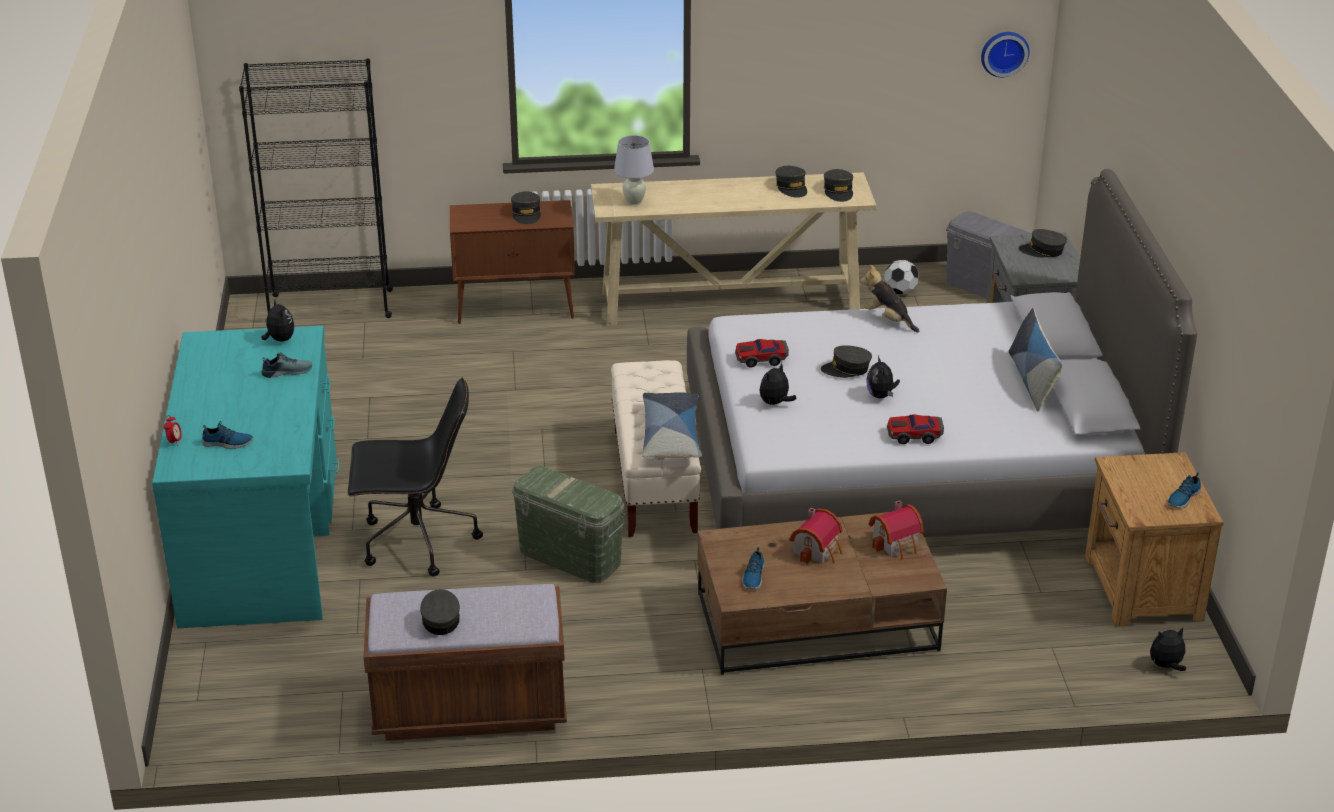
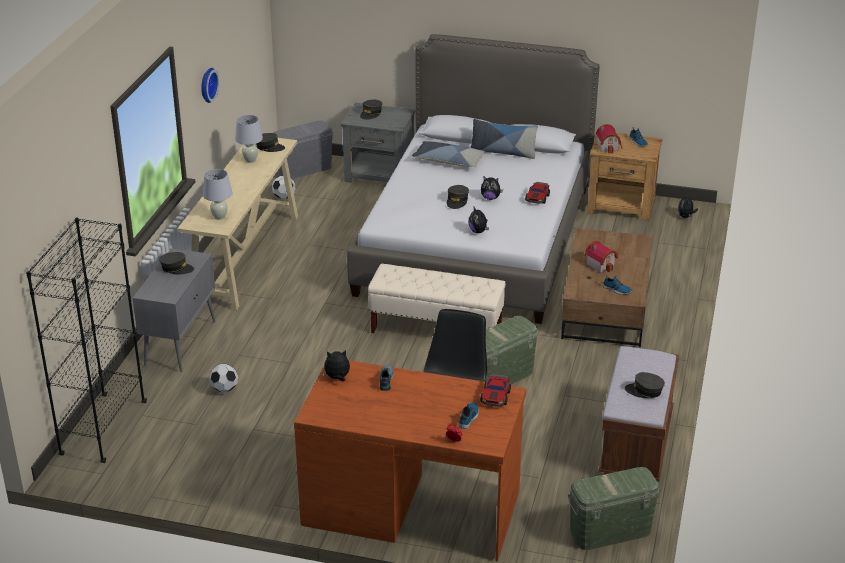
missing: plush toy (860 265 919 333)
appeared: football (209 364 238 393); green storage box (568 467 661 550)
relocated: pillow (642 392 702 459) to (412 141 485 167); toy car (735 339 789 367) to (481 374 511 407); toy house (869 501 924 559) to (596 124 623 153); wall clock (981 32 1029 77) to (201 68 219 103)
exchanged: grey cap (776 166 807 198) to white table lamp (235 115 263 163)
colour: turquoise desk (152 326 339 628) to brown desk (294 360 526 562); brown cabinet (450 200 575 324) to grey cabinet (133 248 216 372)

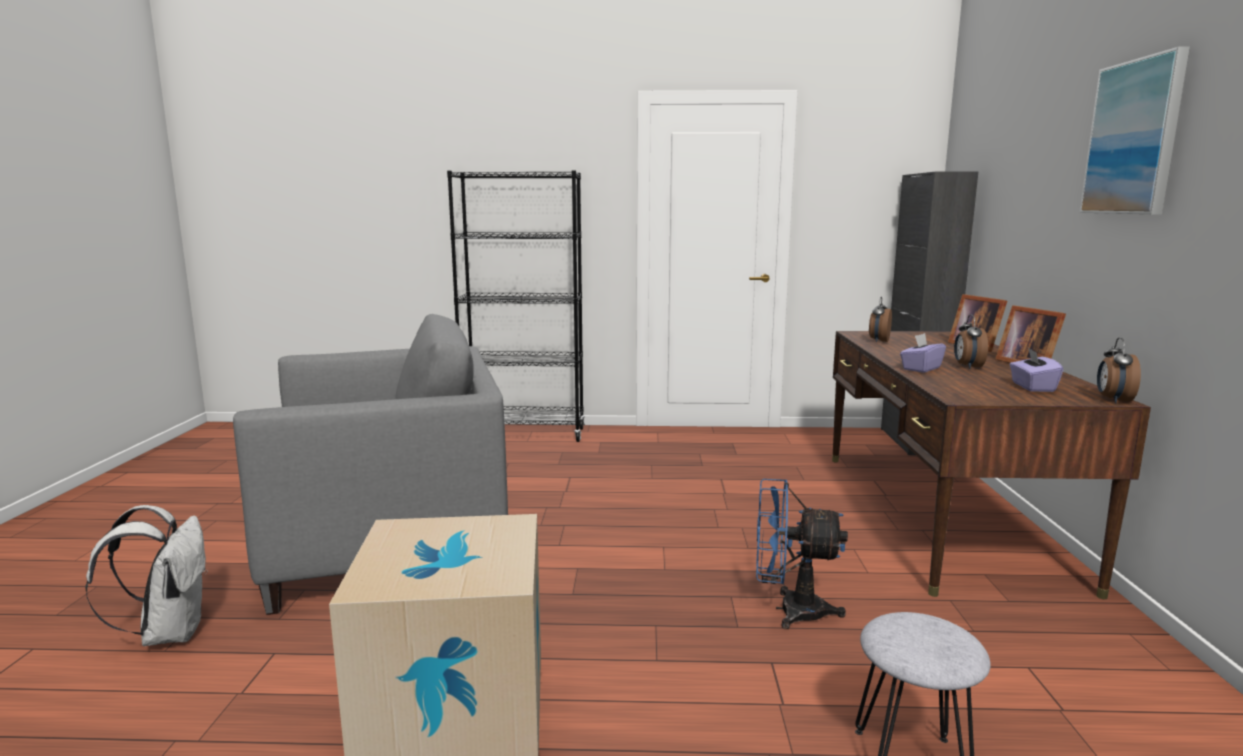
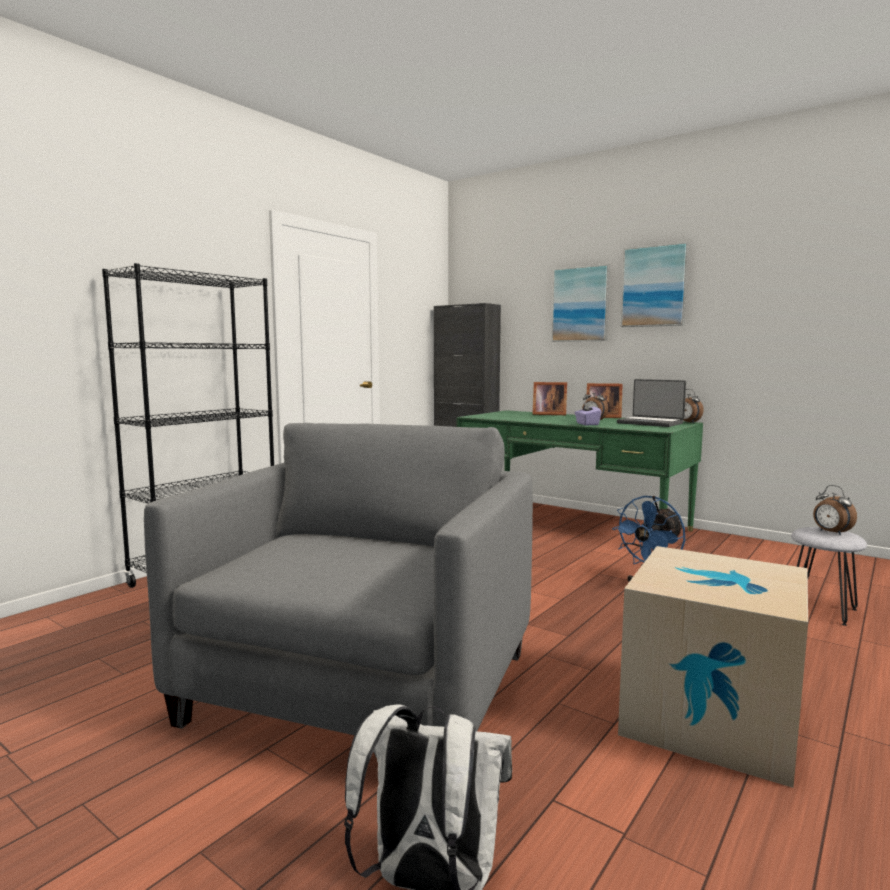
appeared: picture (551 264 610 342)
relocated: alarm clock (869 297 892 342) to (813 485 857 535)
exchanged: purple tissue box (1010 348 1063 392) to laptop (617 379 686 427)
colour: brown desk (832 331 1151 599) to green desk (456 410 703 531)

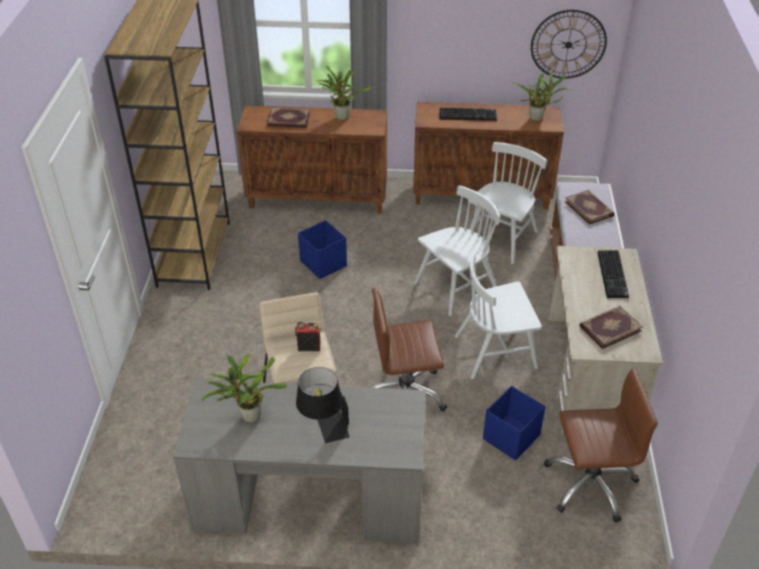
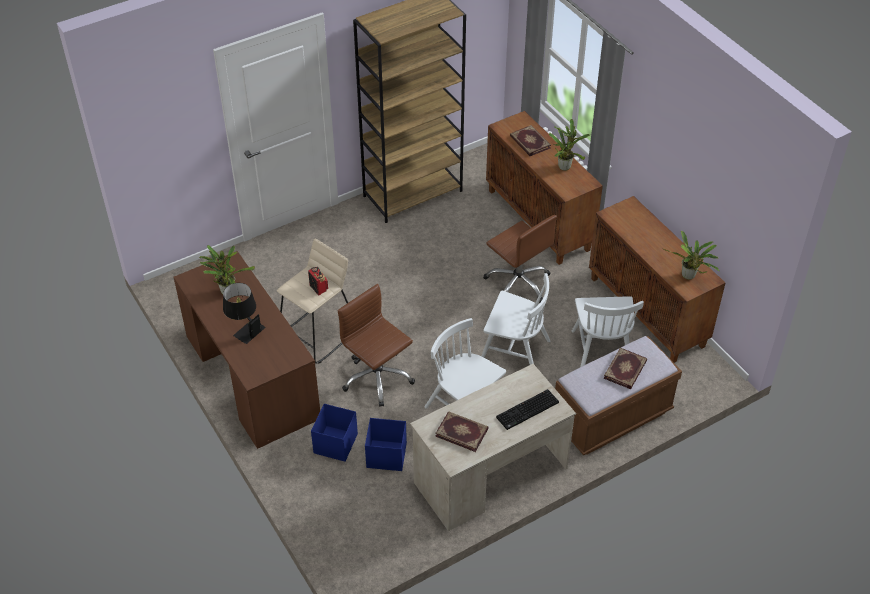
missing: keyboard (440 108 497 121); wall clock (531 9 607 79)
relocated: blue storage box (298 220 347 279) to (311 404 358 462); brown office chair (544 368 658 523) to (483 215 557 303)
colour: grey desk (173 379 426 544) to brown desk (174 251 320 449)
spun: white chair (468 142 547 264) = (572 296 644 367) 90 degrees clockwise

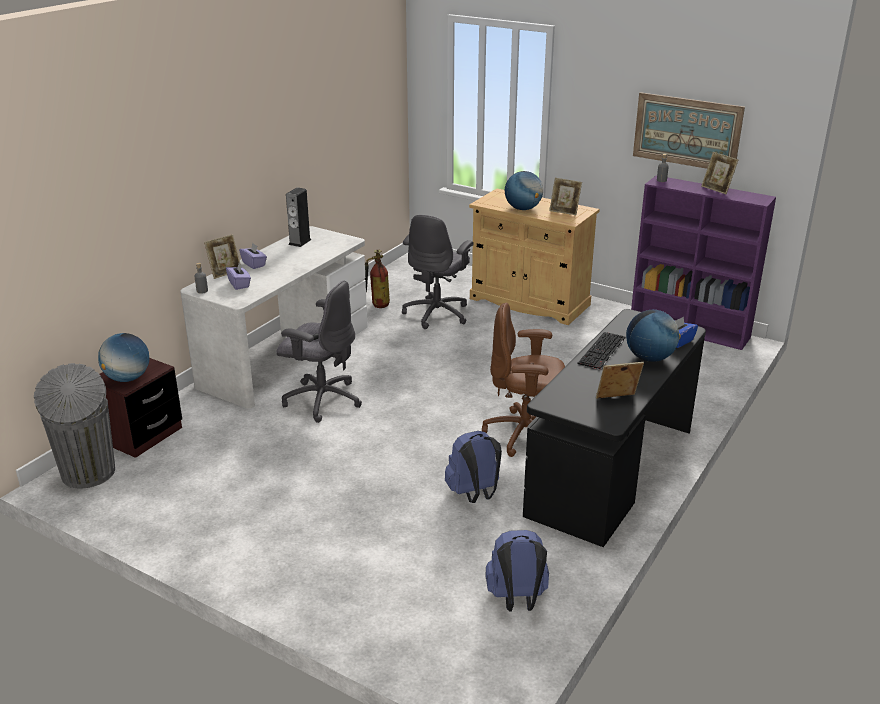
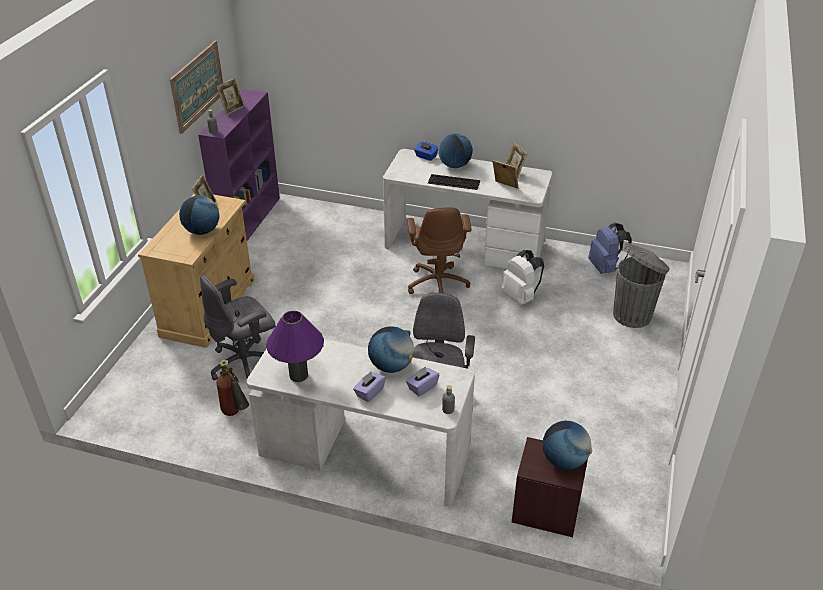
appeared: globe (368 326 414 373)
relocated: grey trash can (34 363 115 489) to (613 243 670 328); picture frame (204 234 240 279) to (492 160 518 189)
exchanged: speaker (286 187 312 247) to purple table lamp (266 311 324 382)
colour: blue backpack (445 431 502 503) to white backpack (501 250 544 305); black desk (523 309 706 547) to white desk (383 149 552 273)
spun: grey office chair (402 215 474 329) = (200 275 275 380) 135 degrees clockwise

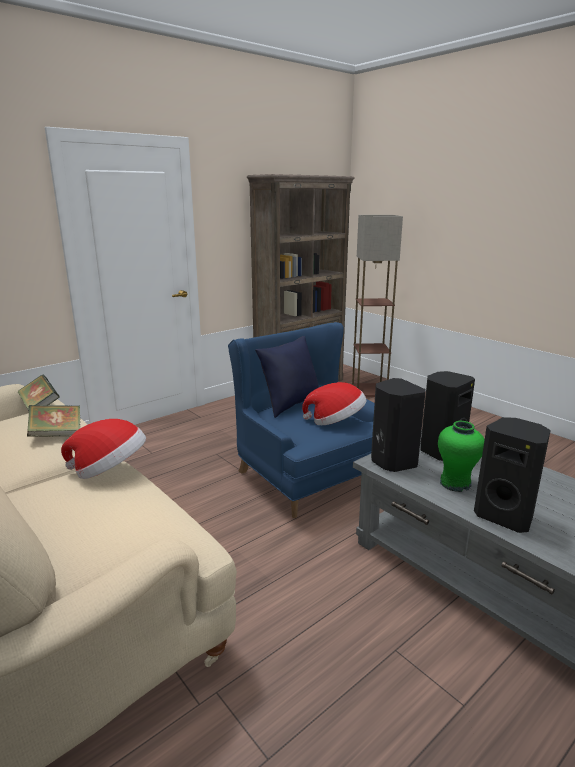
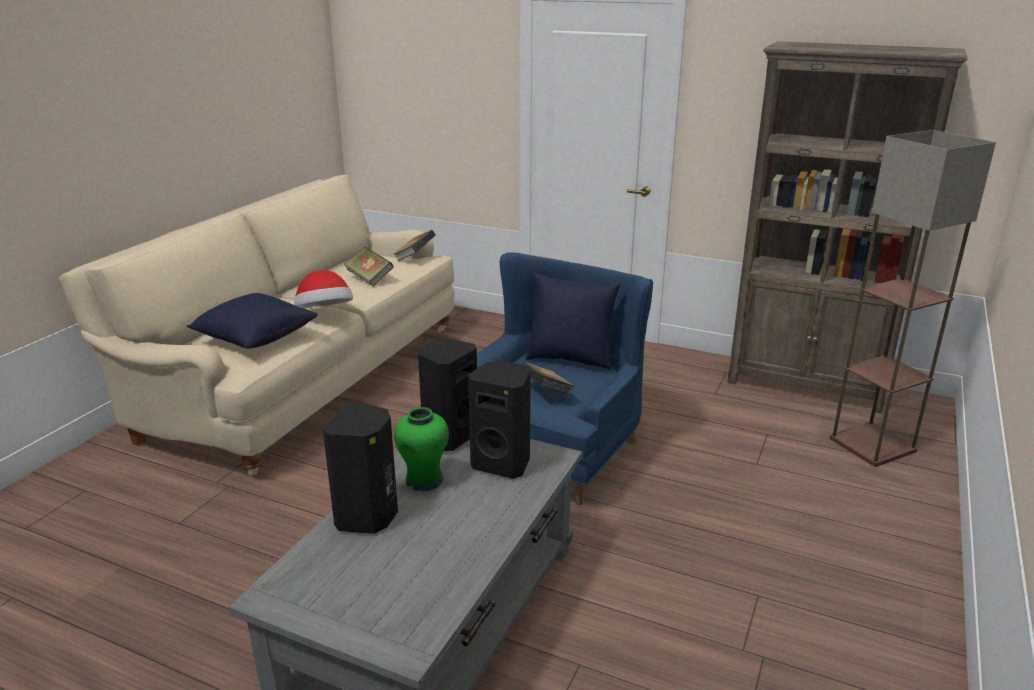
appeared: blue pillow (187 293 318 349)
exchanged: hat (302 382 367 425) to book (522 362 576 395)

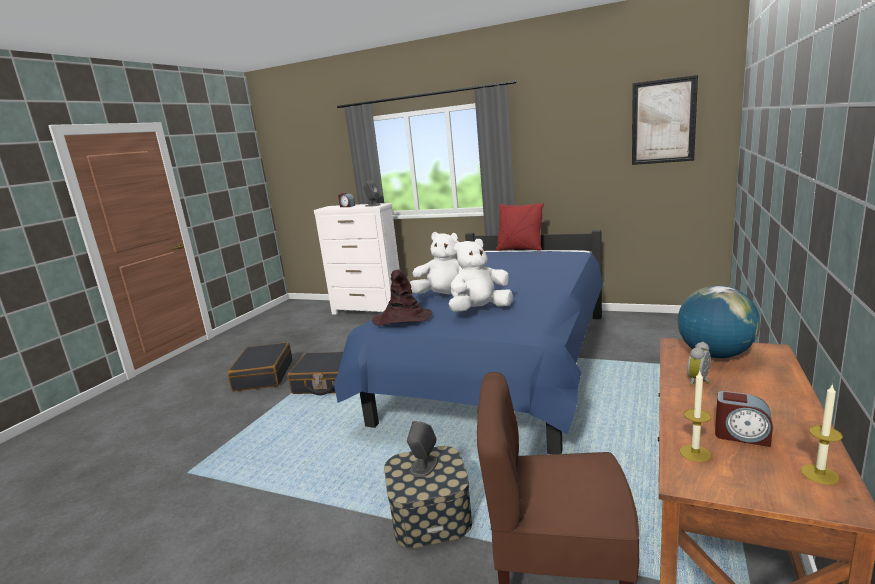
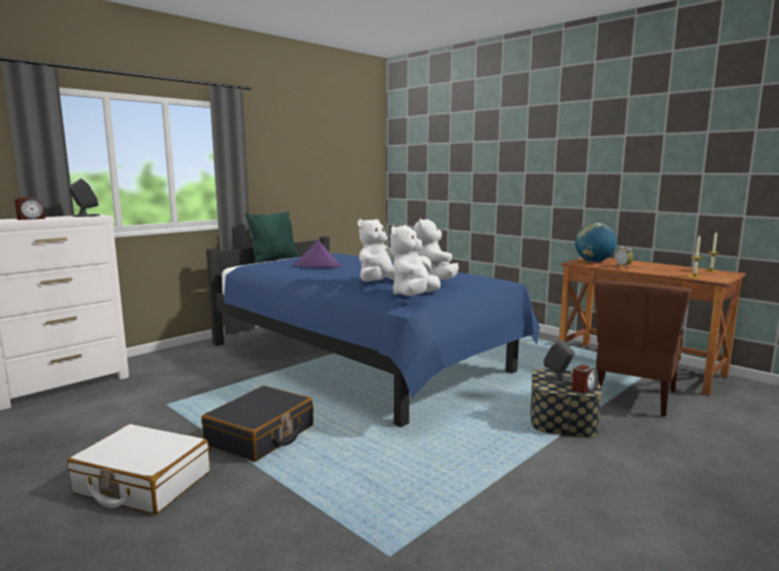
missing: picture (632 75 698 165)
appeared: purple hat (294 240 341 268)
relocated: alarm clock (715 391 773 447) to (572 365 598 393)
exchanged: brown hat (372 269 433 326) to white plush toy (390 225 441 296)
colour: black suitcase (228 342 292 391) to white suitcase (67 424 210 515); red pillow (496 203 544 251) to green pillow (245 211 299 263)

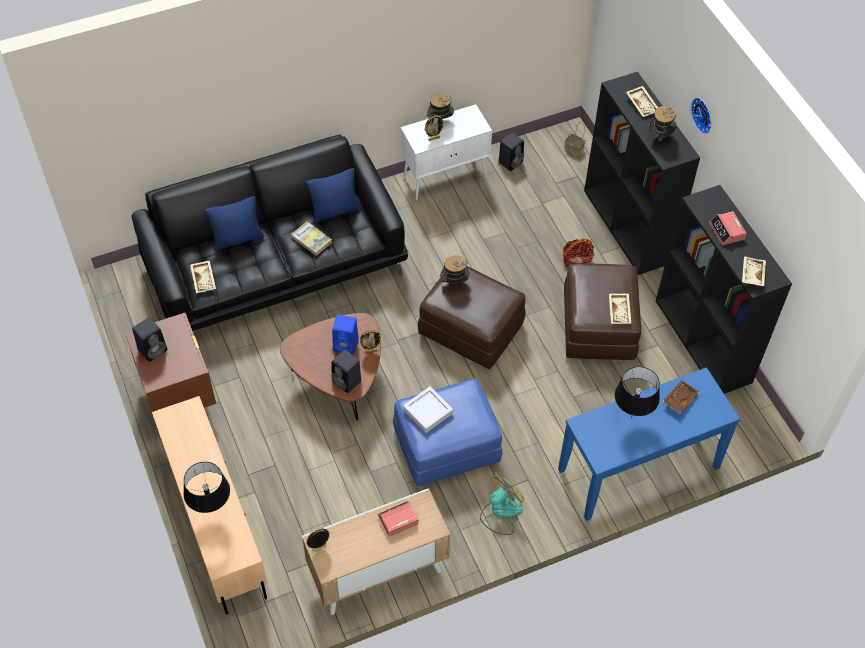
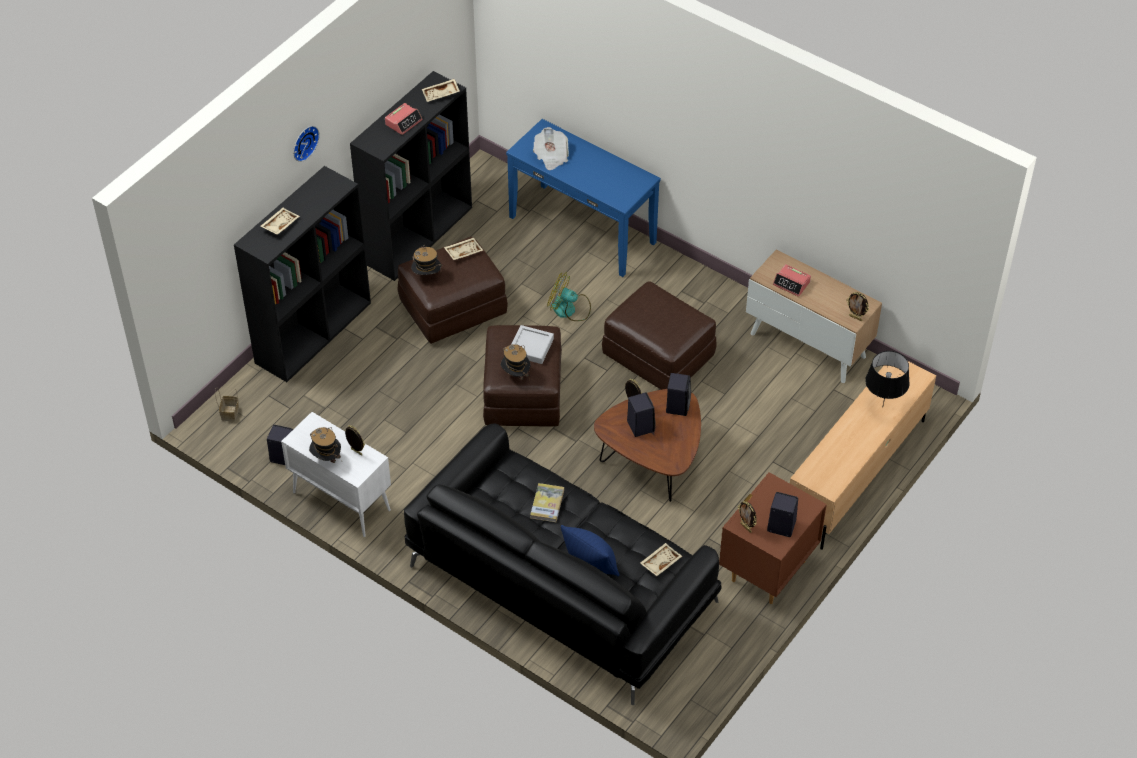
missing: blue pillow (306 168 361 223); basket (563 239 594 268); black table lamp (615 366 660 418)
appeared: picture frame (738 501 757 533)
relocated: grey tray (403 386 453 433) to (511 325 554 364); fan (480 471 524 535) to (547 272 591 321); hat (649 106 677 148) to (411 244 443 275)
exchanged: brown tray (662 380 700 414) to newspaper (533 127 569 170)
colour: blue speaker (332 315 359 354) to black speaker (627 393 656 437); blue ottoman (393 378 502 486) to brown ottoman (602 281 717 390)

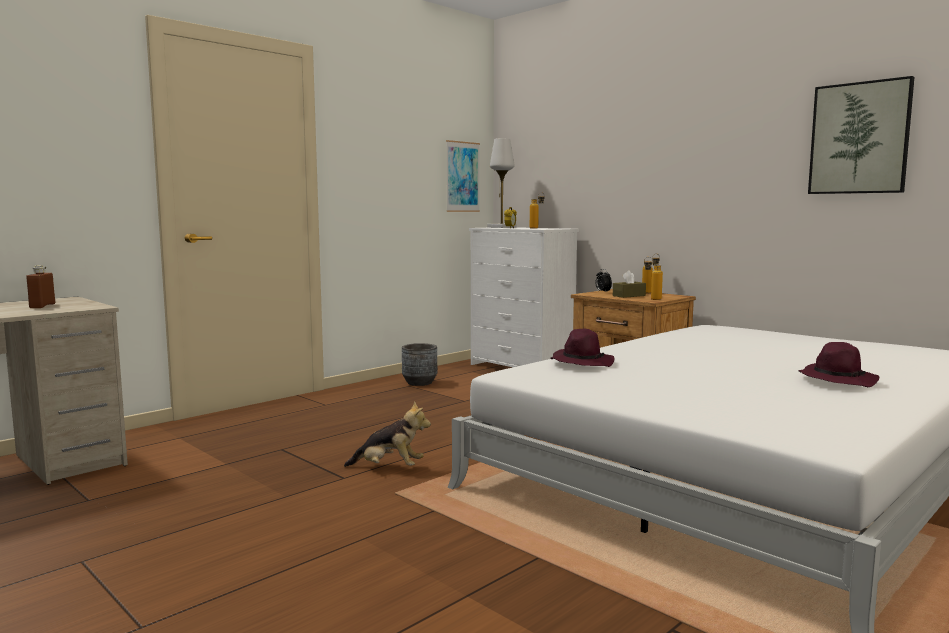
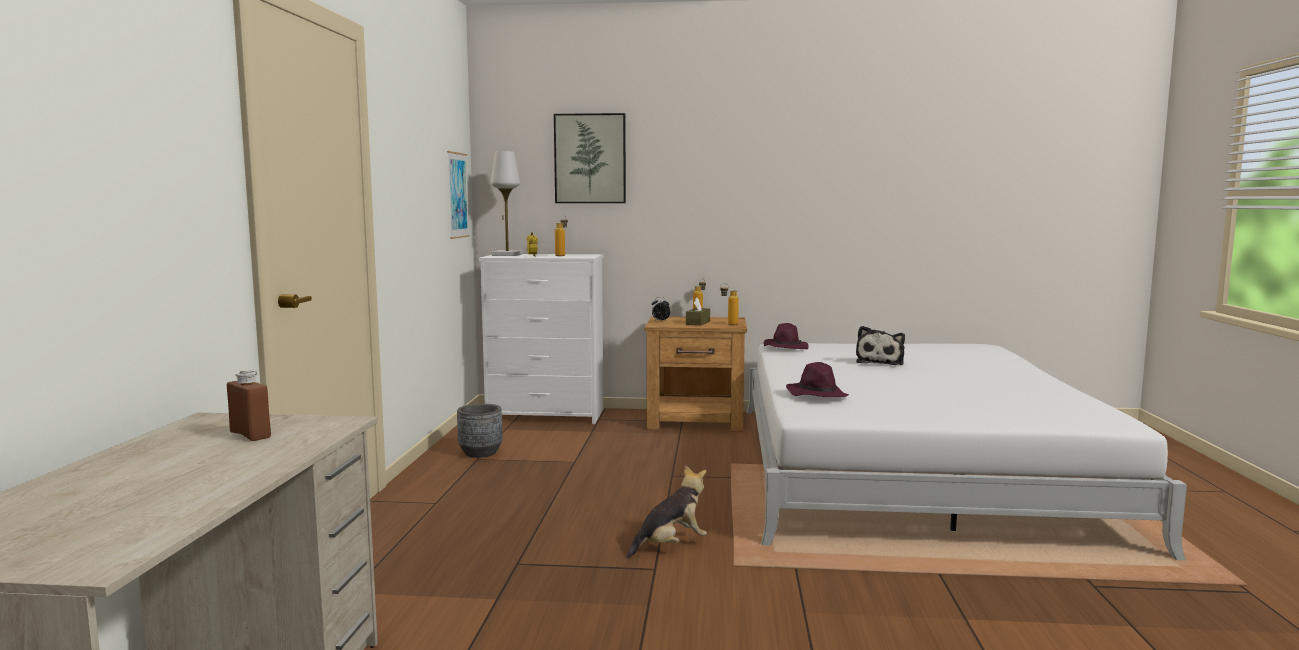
appeared: plush toy (856 326 905 365)
relocated: purple hat (798 342 879 387) to (764 323 808 350); picture (808 76 914 194) to (554 113 626 203)

